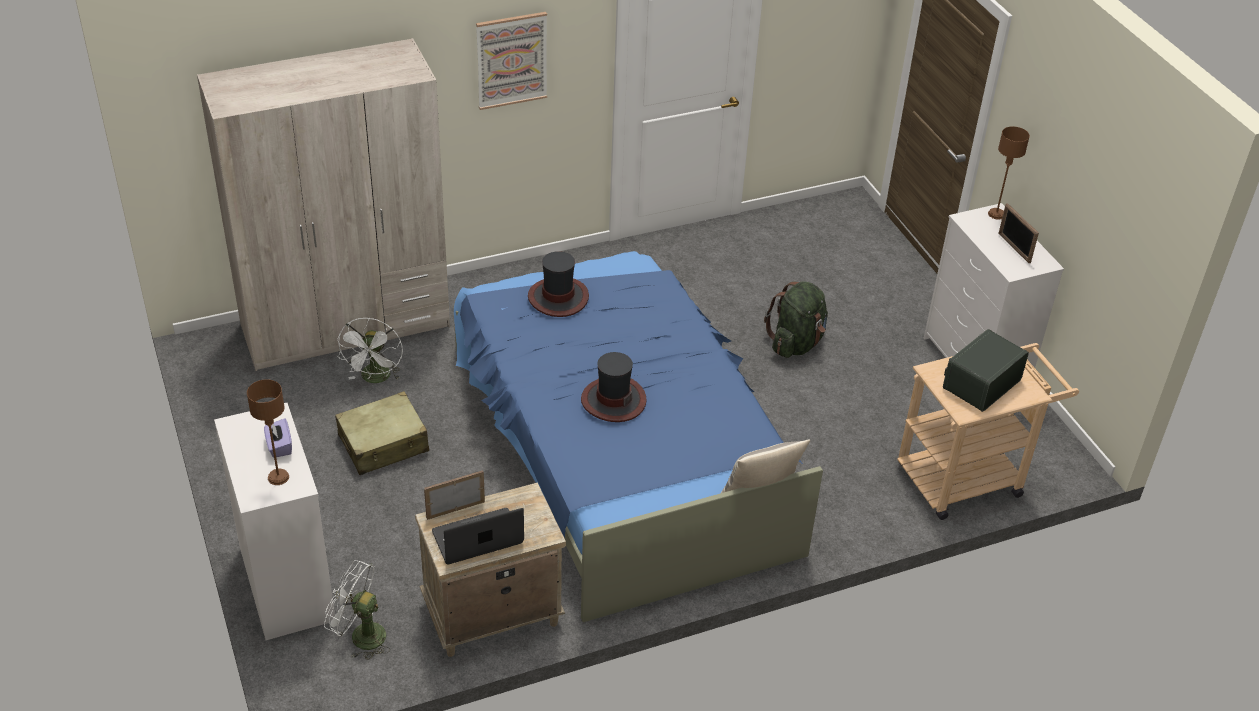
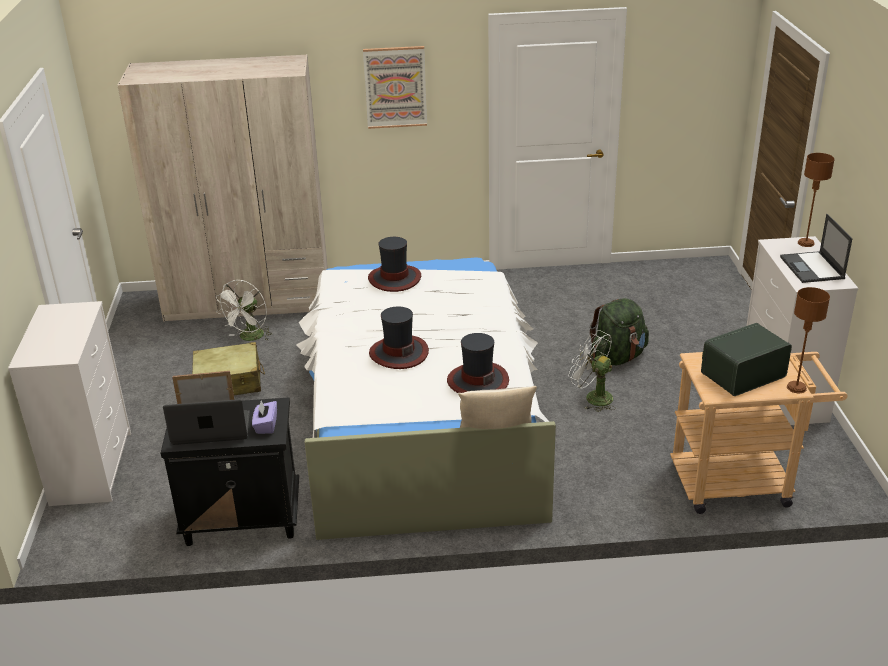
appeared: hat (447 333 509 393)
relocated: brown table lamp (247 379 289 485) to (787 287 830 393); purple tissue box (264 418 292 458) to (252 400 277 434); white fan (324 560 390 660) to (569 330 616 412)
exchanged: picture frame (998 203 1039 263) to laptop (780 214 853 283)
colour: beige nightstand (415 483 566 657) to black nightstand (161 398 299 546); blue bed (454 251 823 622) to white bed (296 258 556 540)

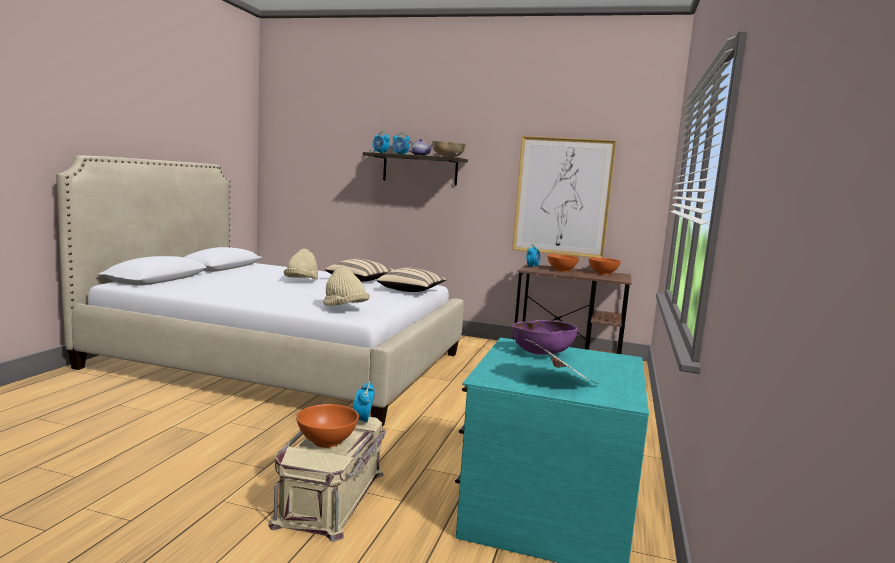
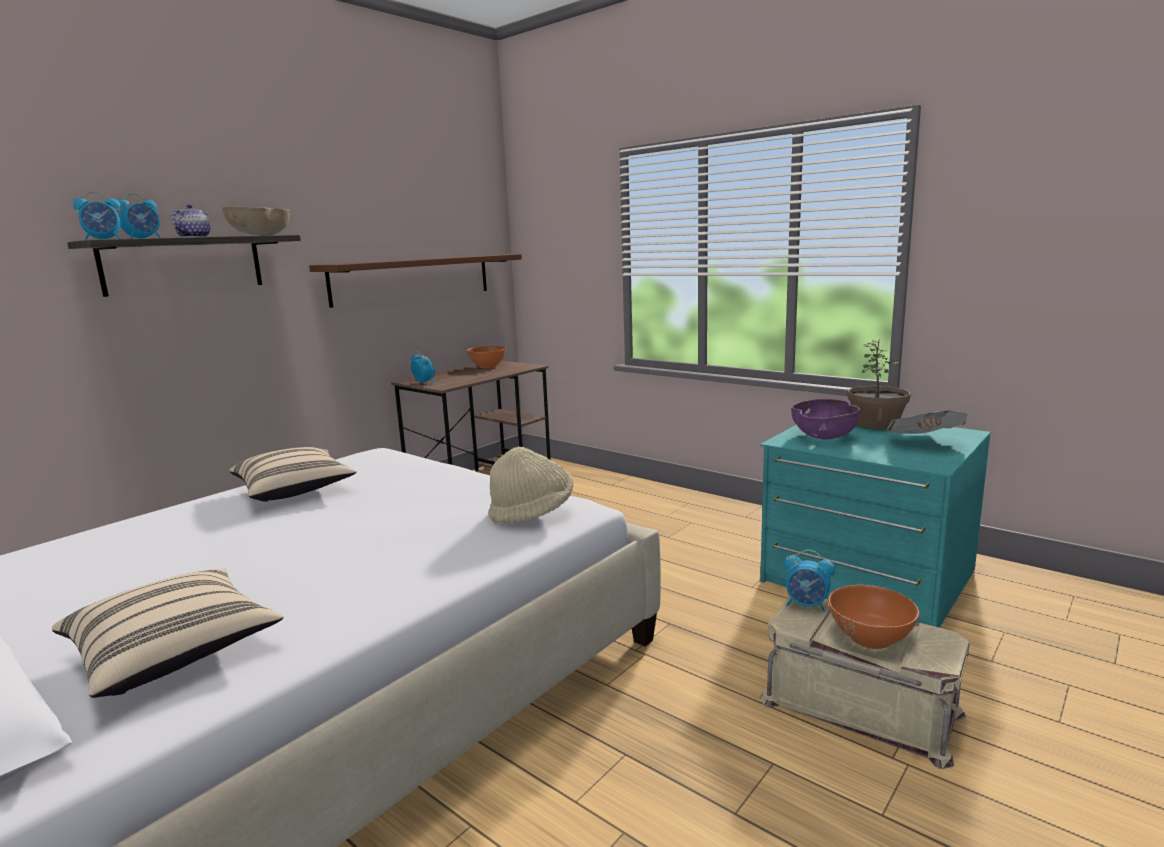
missing: beige hat (284 249 318 280); orange bowl (547 254 580 272)
appeared: potted plant (847 339 910 429)
relocated: beige pillow (377 268 447 292) to (52 568 283 698)
exchanged: picture (512 136 617 258) to brown shelf (309 254 522 308)

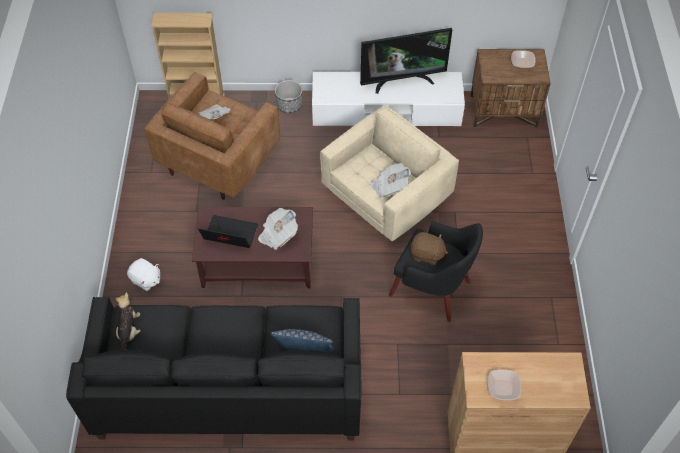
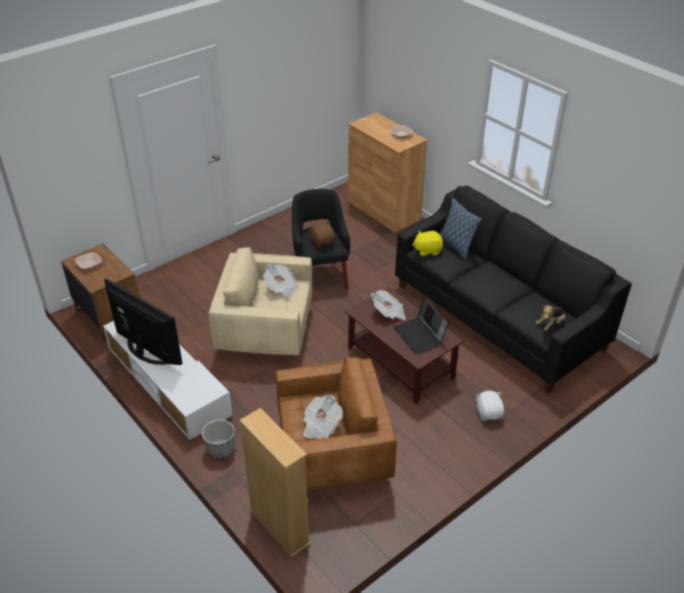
appeared: yellow plush toy (412 231 443 257)

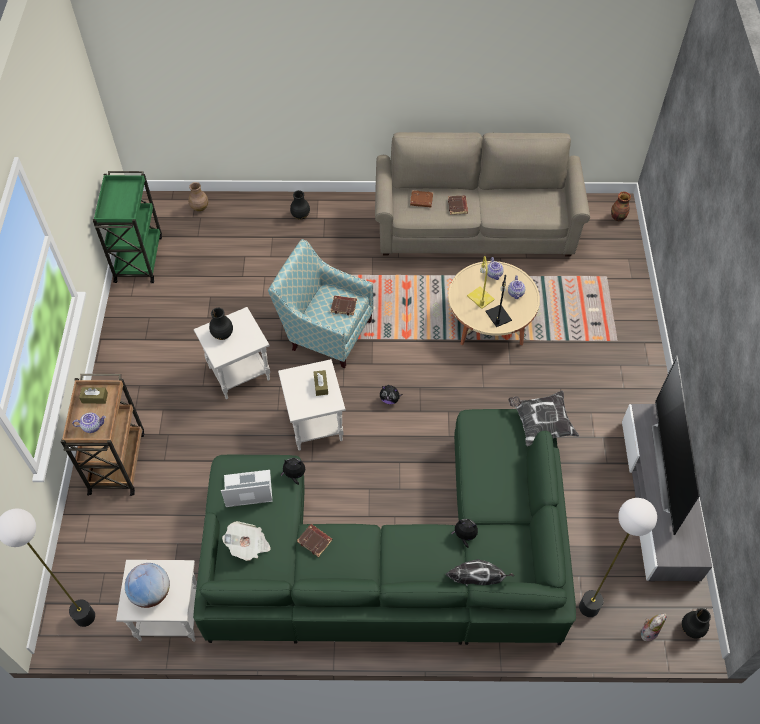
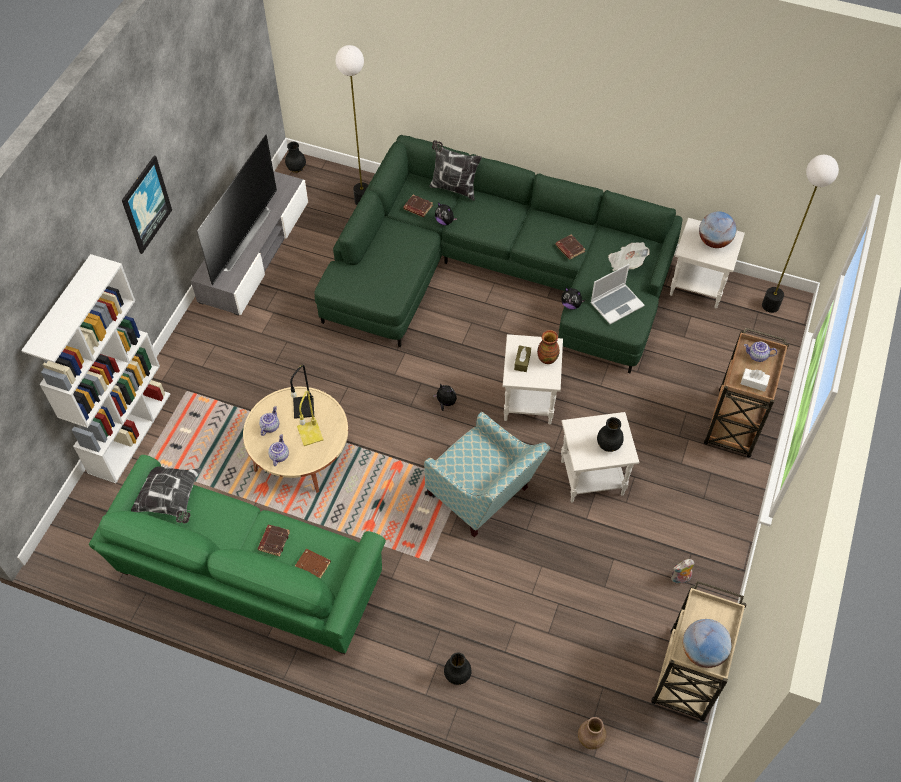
appeared: white bookcase (21 254 170 484); picture (122 156 172 254); globe (683 619 732 668)
relocated: brown book (331 296 357 316) to (403 195 433 217); pillow (508 391 579 446) to (131 467 201 523); vase (611 192 631 221) to (537 330 560 364); plush toy (641 613 667 643) to (671 559 694 585)
colour: brown tissue box (79 387 108 404) to white tissue box (741 368 770 392); green cart (93 171 162 283) to beige cart (651 581 747 721); beige sofa (375 132 590 257) to green sofa (89 455 386 654)
spun: laptop (221 470 273 507) = (590 264 645 324) 45 degrees counterclockwise

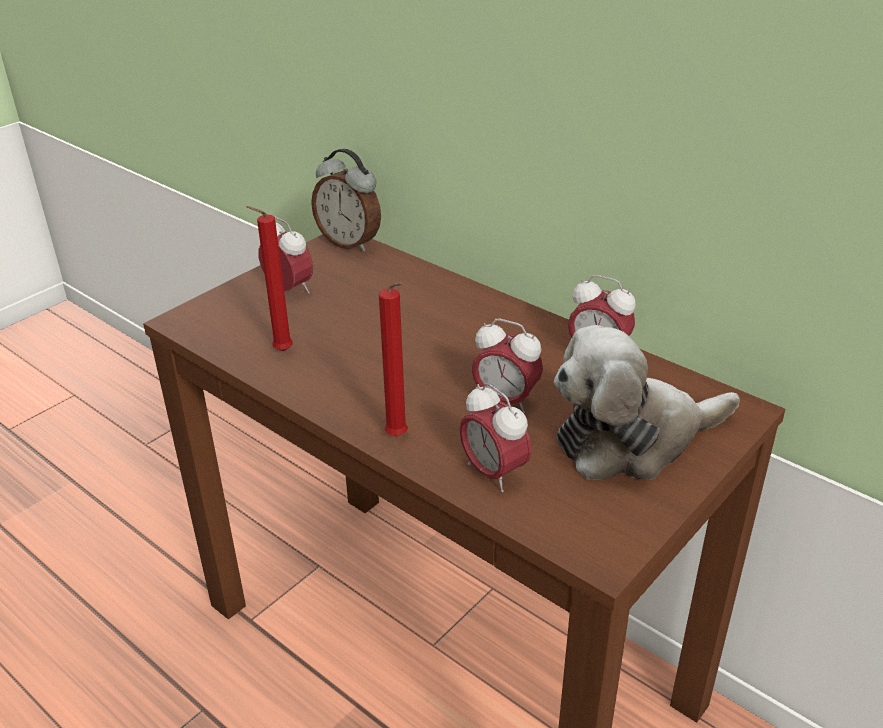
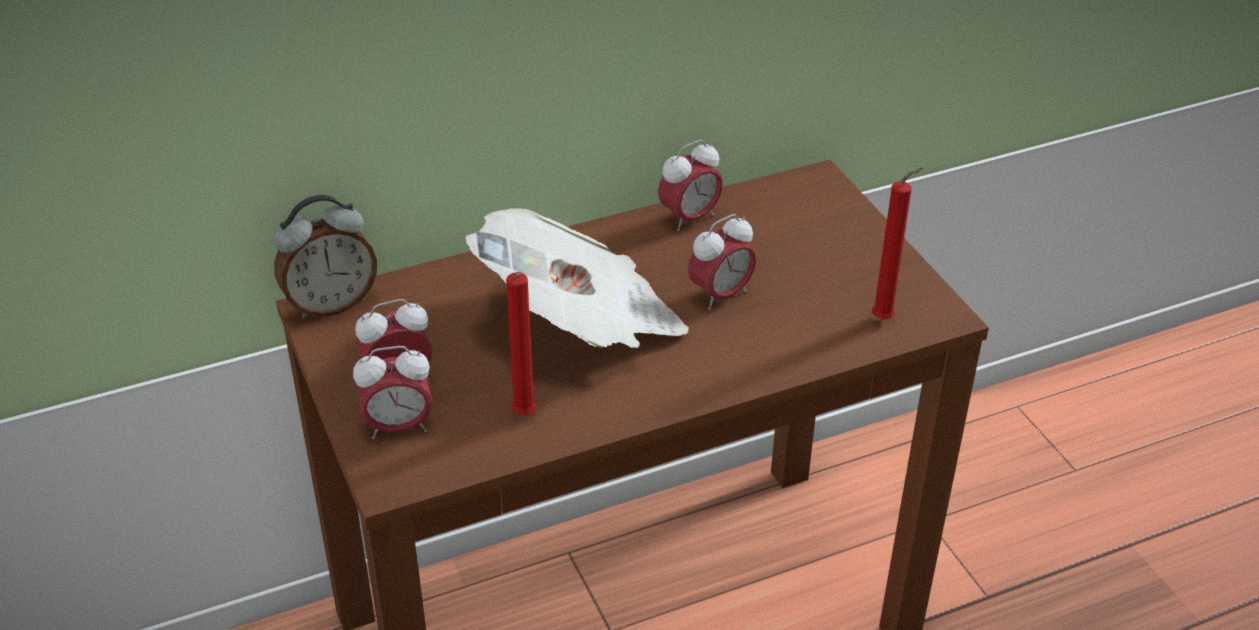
missing: plush toy (554 325 740 480)
appeared: newspaper (465 208 689 348)
relocated: red candle (379 282 408 436) to (872 167 923 320); alarm clock (460 383 532 492) to (353 346 432 439)

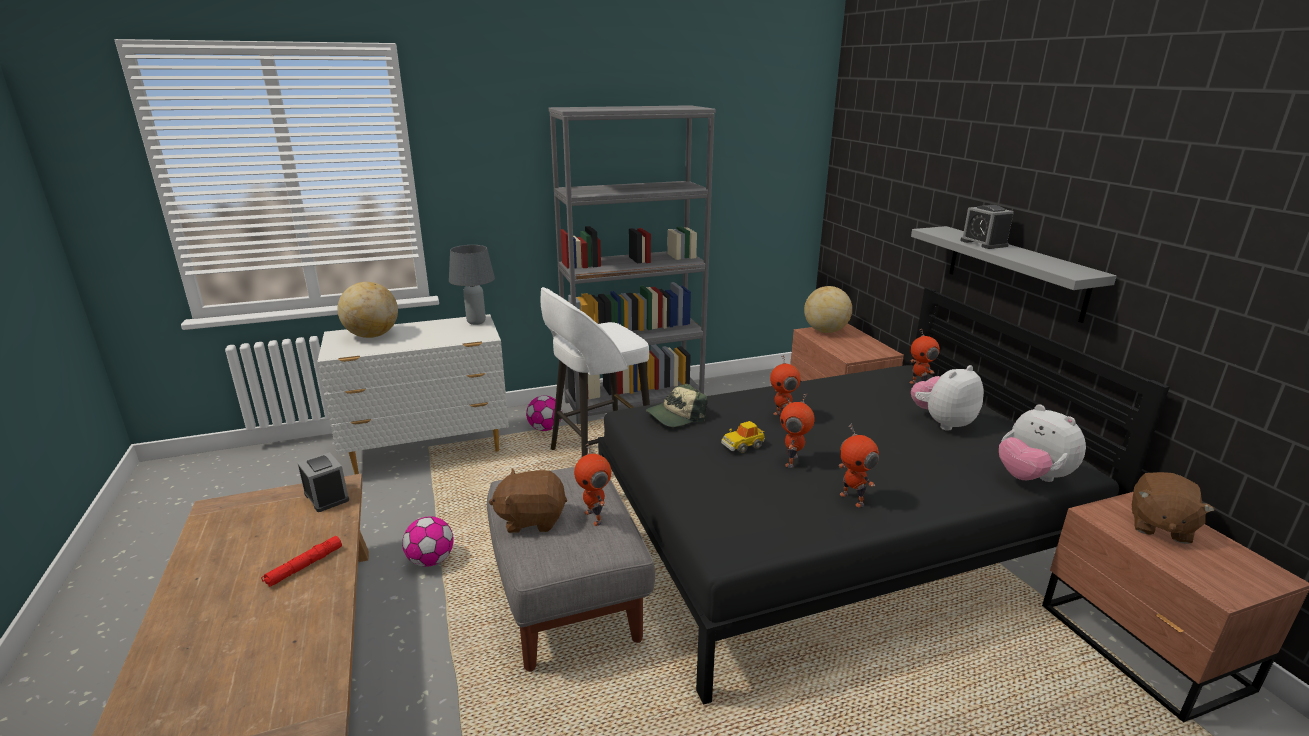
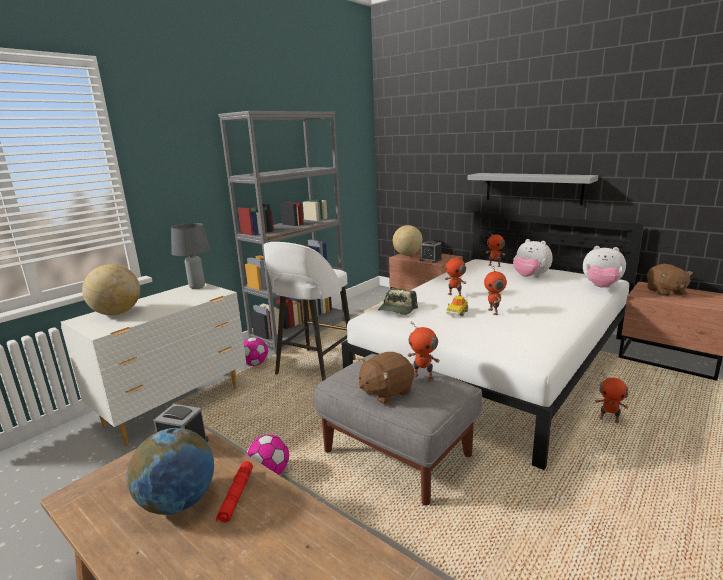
appeared: globe (127 428 214 515)
relocated: toy robot (839 423 879 507) to (595 373 629 423); alarm clock (960 205 1014 249) to (420 241 442 263)
colour: black bed (598 287 1170 705) to white bed (341 211 644 470)
spun: plush toy (911 365 984 431) = (513 239 553 278) 75 degrees counterclockwise

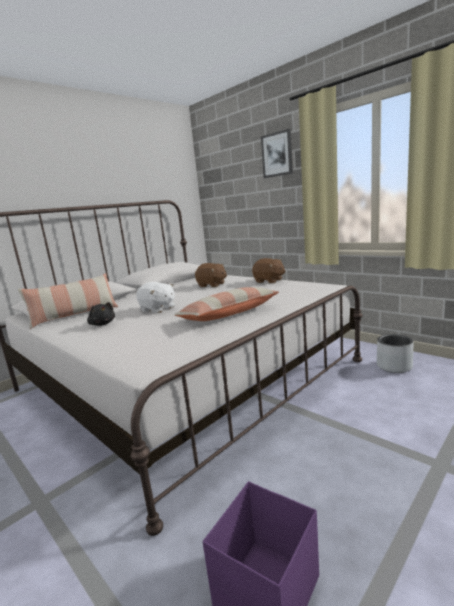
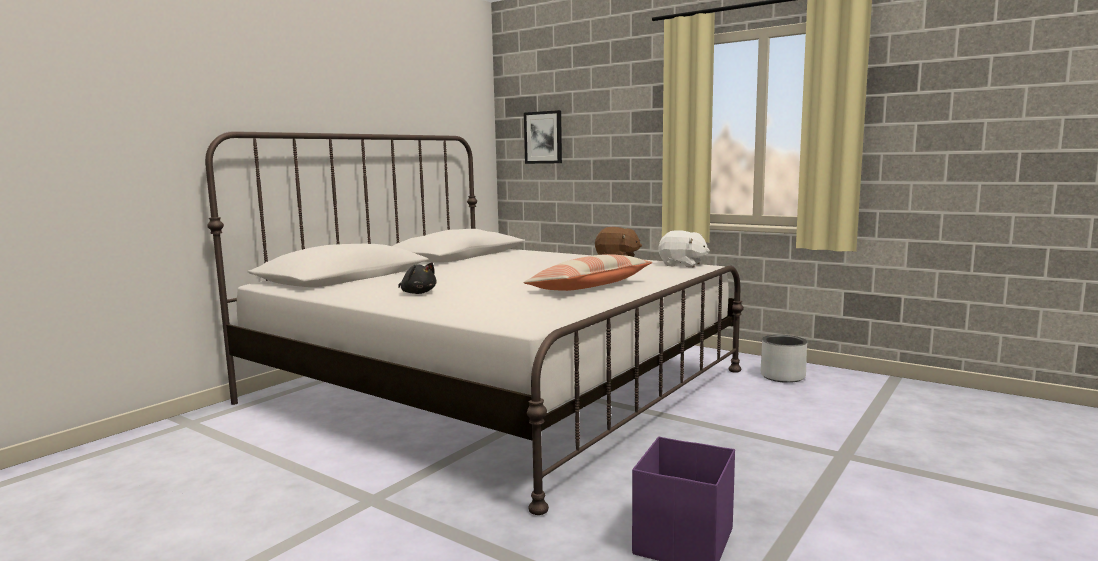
missing: pillow (18 273 118 329); brown plush toy (195 263 227 287)
relocated: white plush toy (136 282 175 313) to (658 230 710 267); picture (261 129 293 178) to (524 110 562 164)

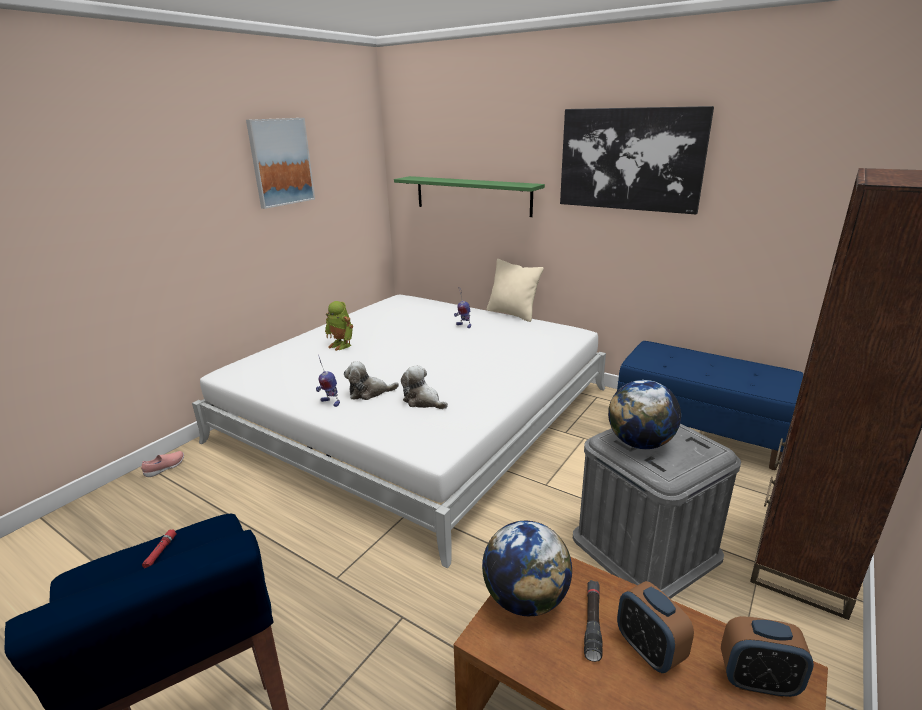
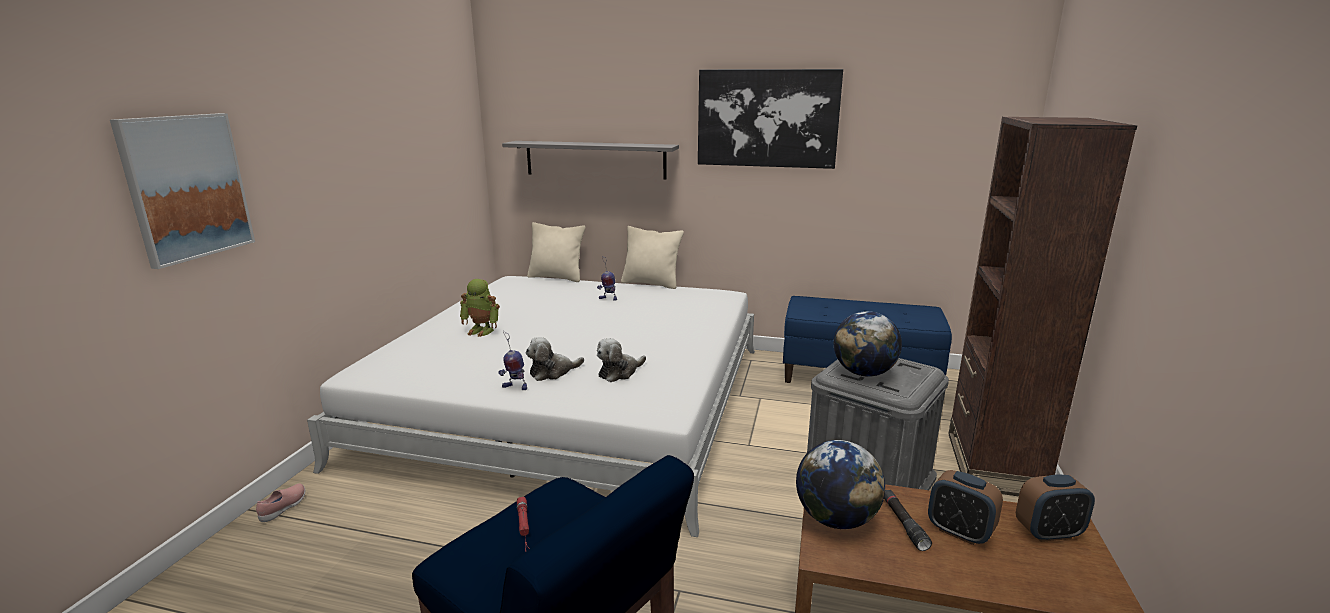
appeared: beige pillow (527 222 585 282)
relocated: picture (246 118 315 209) to (110 113 255 269)
colour: green shelf (394 176 545 217) to grey shelf (502 141 679 180)
spun: plush toy (401 365 448 409) = (597 338 646 382) 60 degrees counterclockwise

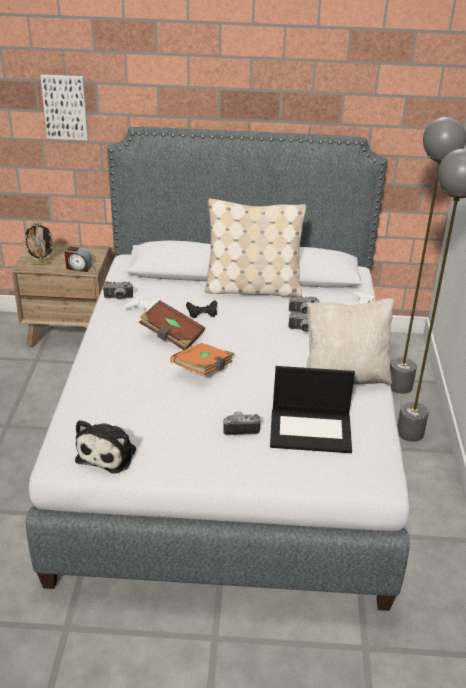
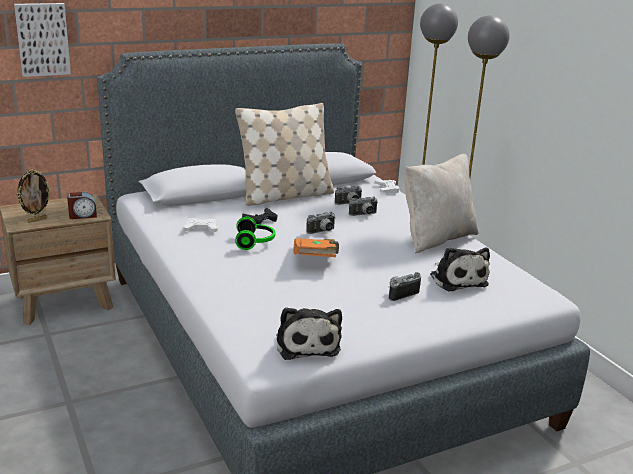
relocated: photo camera (103 281 133 300) to (306 211 336 234)
exchanged: brown book (139 300 205 350) to headphones (235 217 275 250); laptop (270 366 355 453) to plush toy (430 247 490 292)

